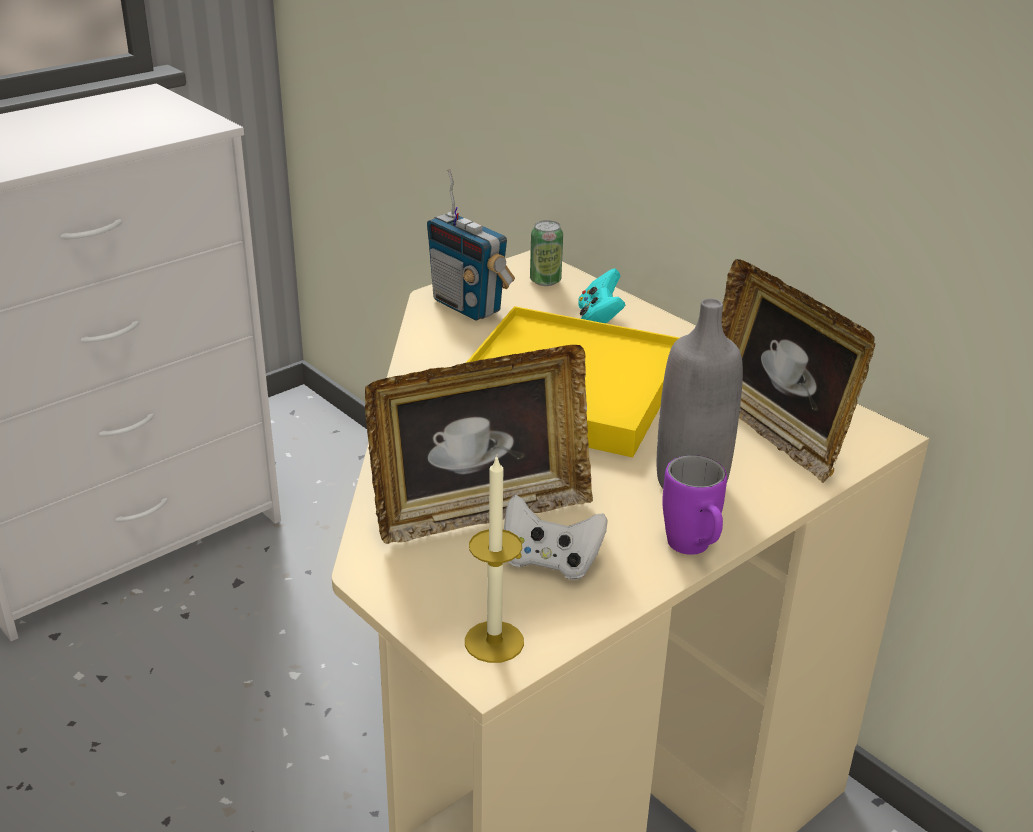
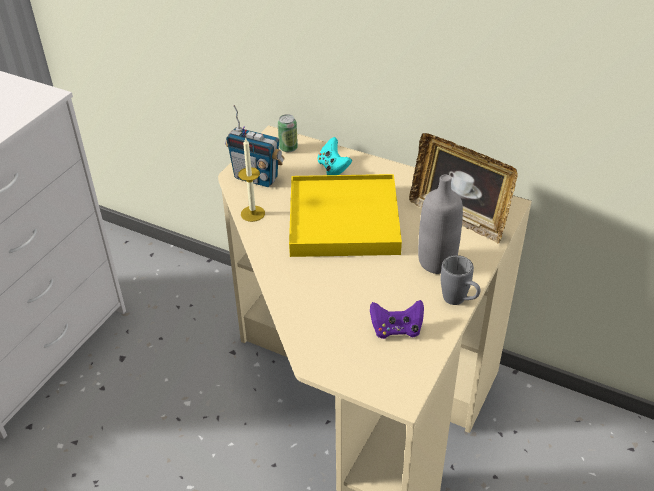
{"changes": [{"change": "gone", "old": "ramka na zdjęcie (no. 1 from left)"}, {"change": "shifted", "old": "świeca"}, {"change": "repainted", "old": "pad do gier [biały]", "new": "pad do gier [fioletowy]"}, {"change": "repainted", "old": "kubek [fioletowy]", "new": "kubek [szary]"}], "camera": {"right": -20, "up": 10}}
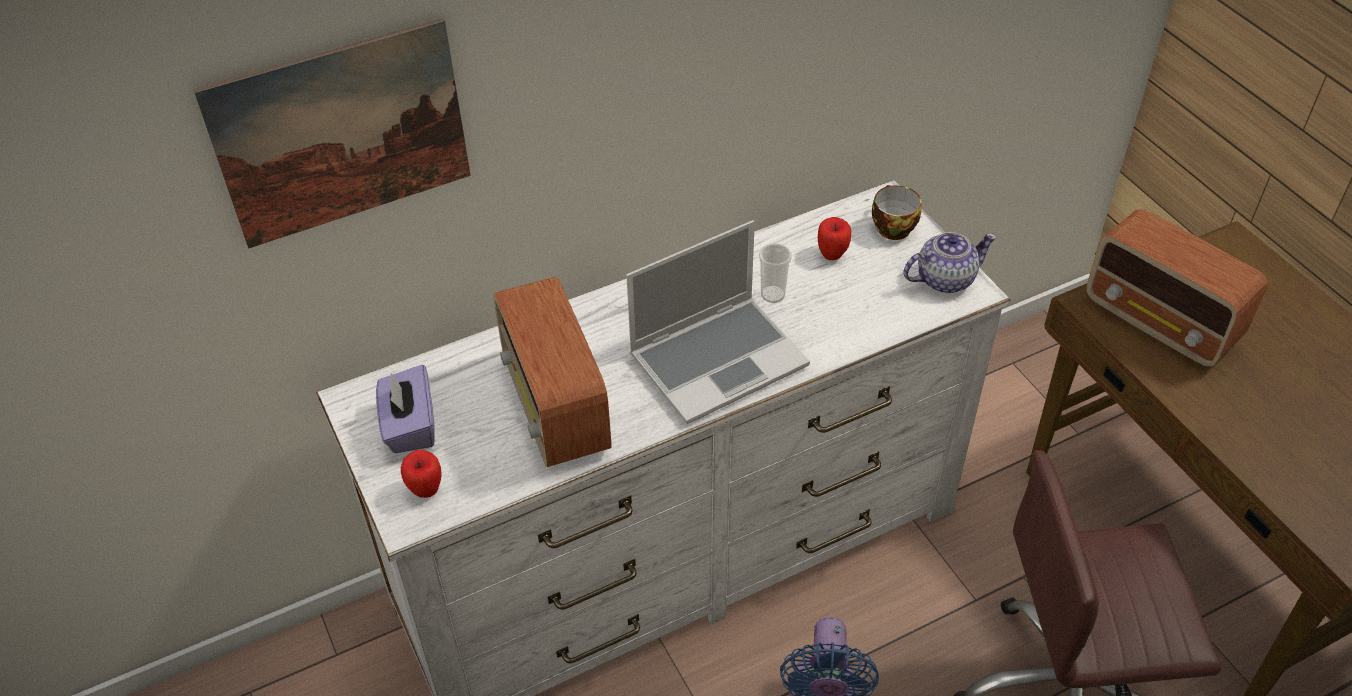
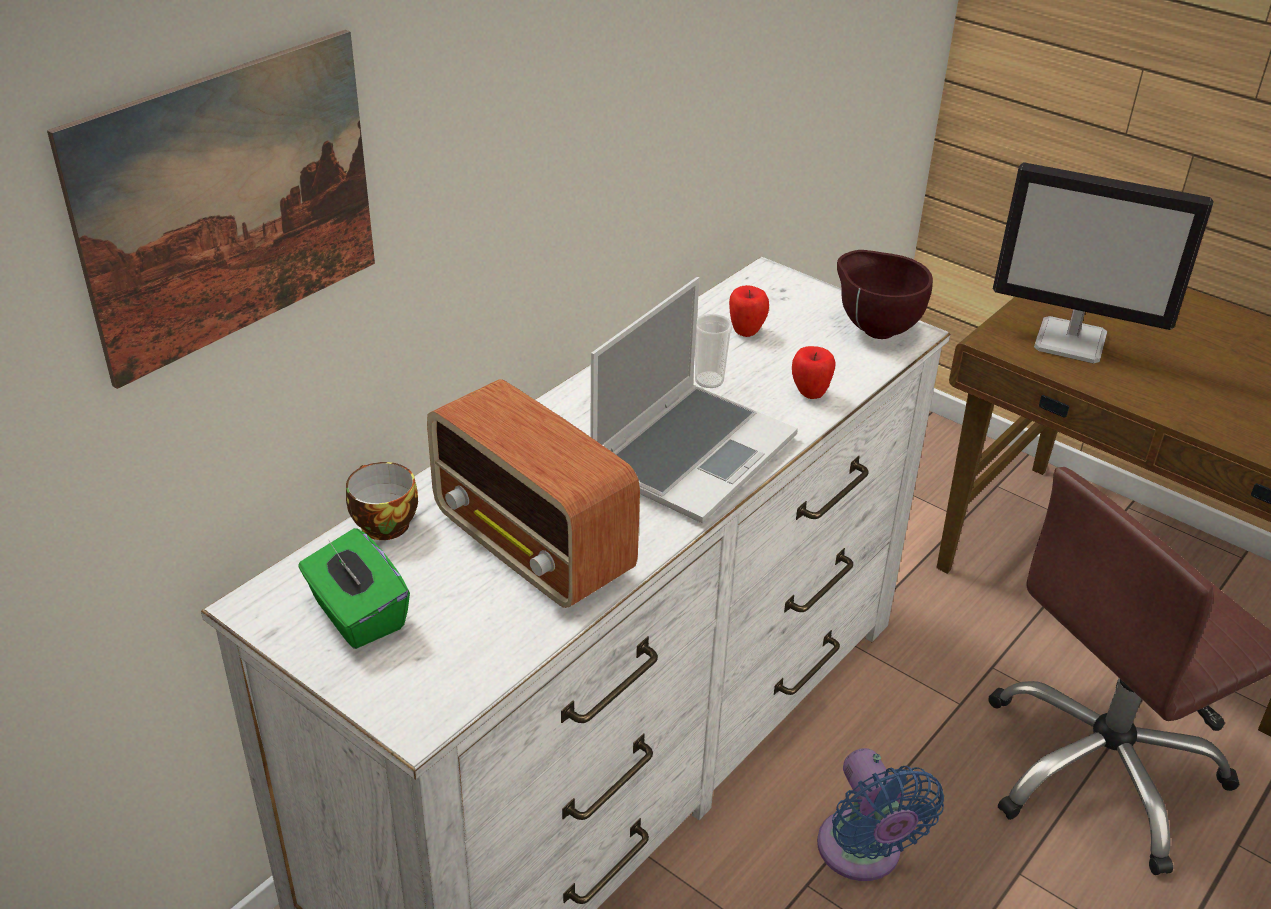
{"changes": [{"change": "shifted", "old": "jabłko (no. 1 from left in the first image)", "new": "jabłko (no. 2 from left)"}, {"change": "shifted", "old": "filiżanka (no. 2 from left in the first image)", "new": "filiżanka (no. 1 from left)"}, {"change": "swapped", "old": "imbryk", "new": "miska [brązowy]"}, {"change": "swapped", "old": "radio (no. 2 from left)", "new": "monitor"}, {"change": "repainted", "old": "pudełko chusteczek [fioletowy]", "new": "pudełko chusteczek [zielony]"}], "camera": {"right": -25, "up": -10}}
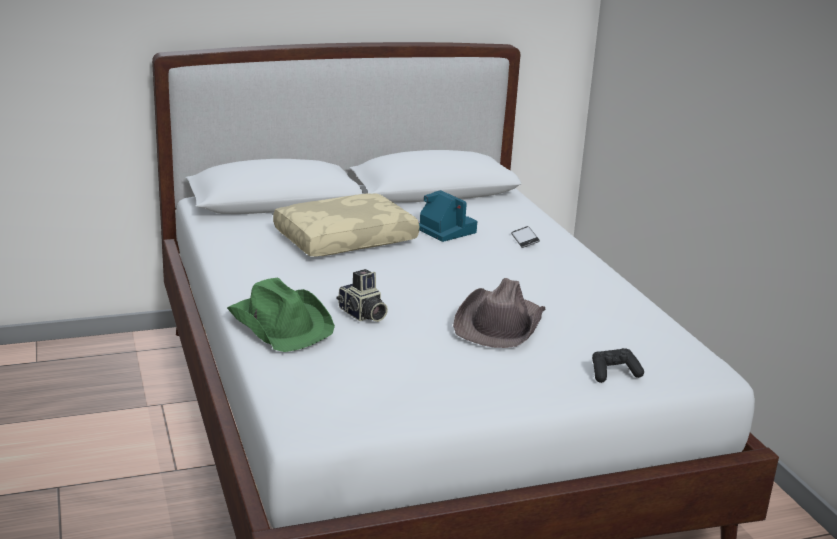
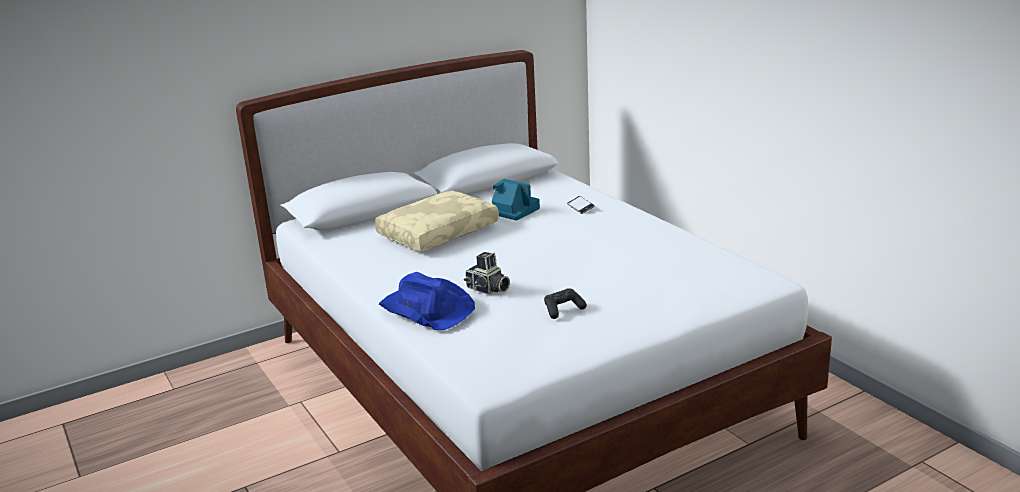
{"changes": [{"change": "gone", "old": "kapelusz [brązowy]"}, {"change": "shifted", "old": "pad do gier [czarny]"}, {"change": "repainted", "old": "kapelusz [zielony]", "new": "kapelusz [niebieski]"}], "camera": {"right": -10, "up": 0}}
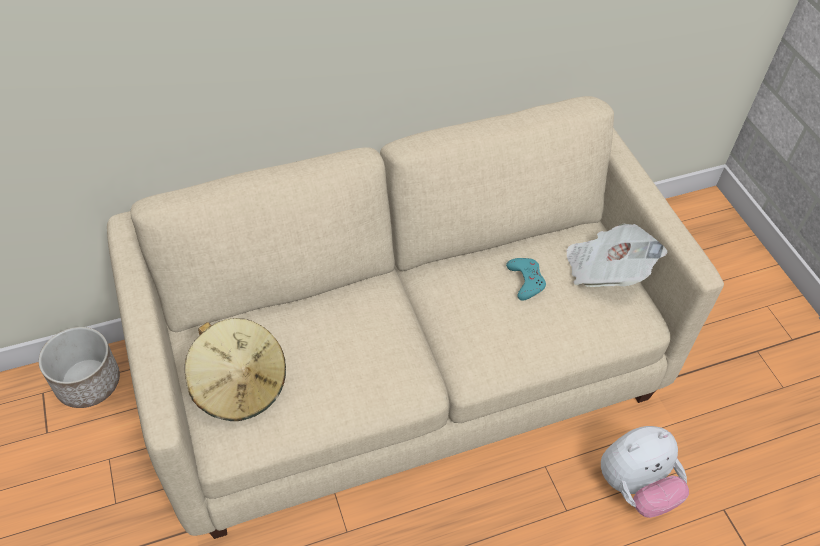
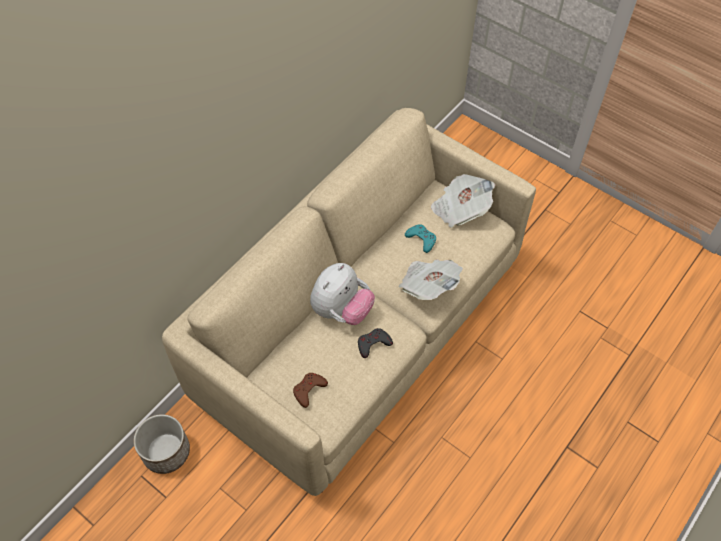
{"changes": [{"change": "new", "new": "pad do gier [szary]"}, {"change": "new", "new": "gazeta (no. 1 from left)"}, {"change": "shifted", "old": "pluszak"}, {"change": "swapped", "old": "kapelusz [beżowy]", "new": "pad do gier [brązowy]"}], "camera": {"right": -30, "up": 5}}
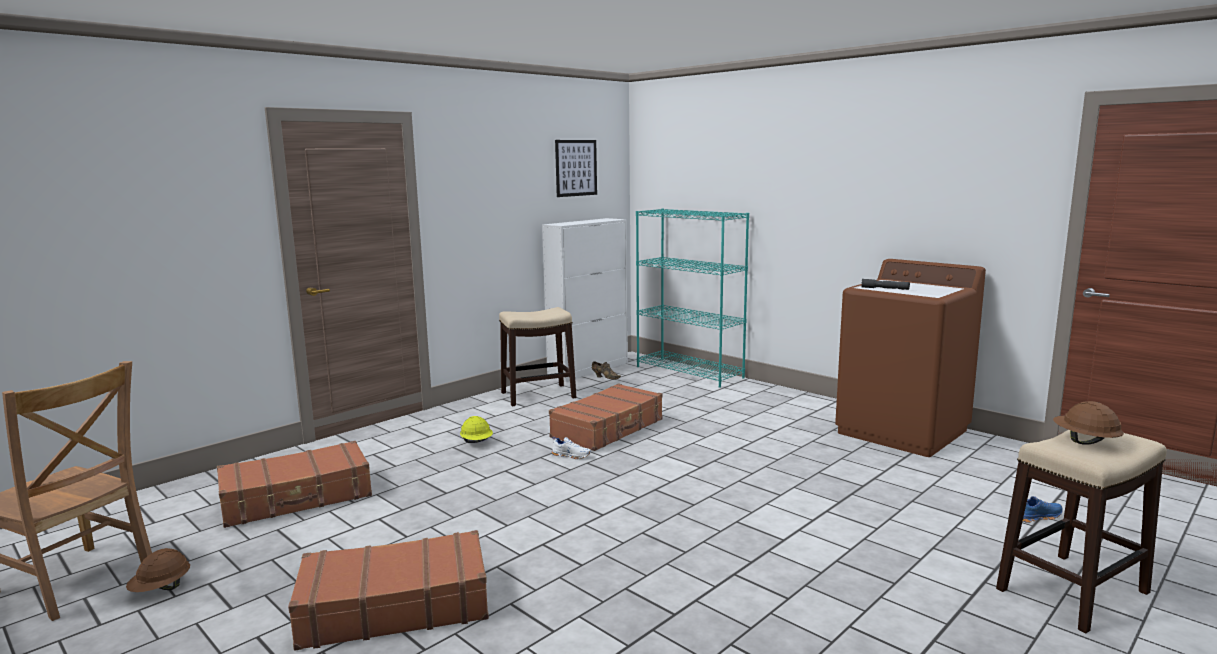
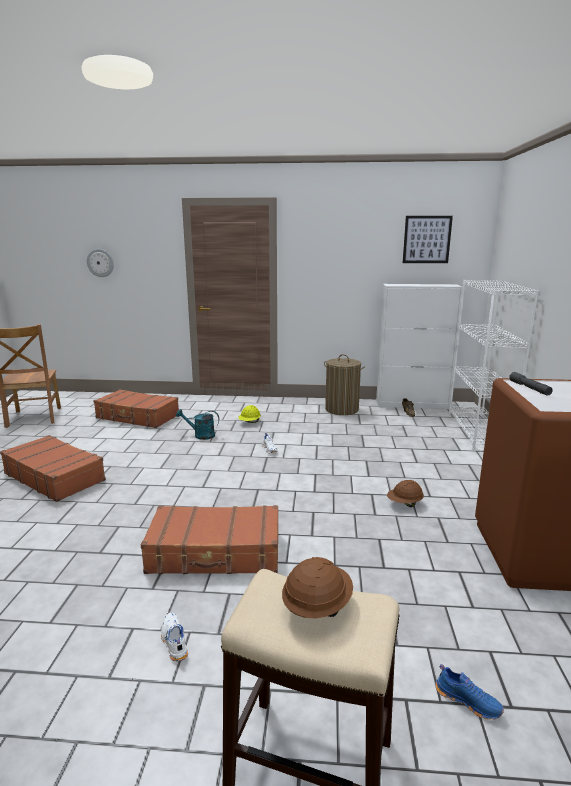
{"changes": [{"change": "new", "new": "zegar ścienny"}, {"change": "new", "new": "but [biały] (no. 1 from left)"}, {"change": "new", "new": "konewka [turkusowy]"}, {"change": "shifted", "old": "kask [brązowy] (no. 1 from left in the first image)", "new": "kask [brązowy] (no. 2 from left)"}, {"change": "shifted", "old": "walizka [brązowy] (no. 3 from left)"}, {"change": "swapped", "old": "stołek (no. 1 from left)", "new": "kosz na pranie"}, {"change": "repainted", "old": "regał [turkusowy]", "new": "regał [biały]"}], "camera": {"right": 50, "up": 5}}
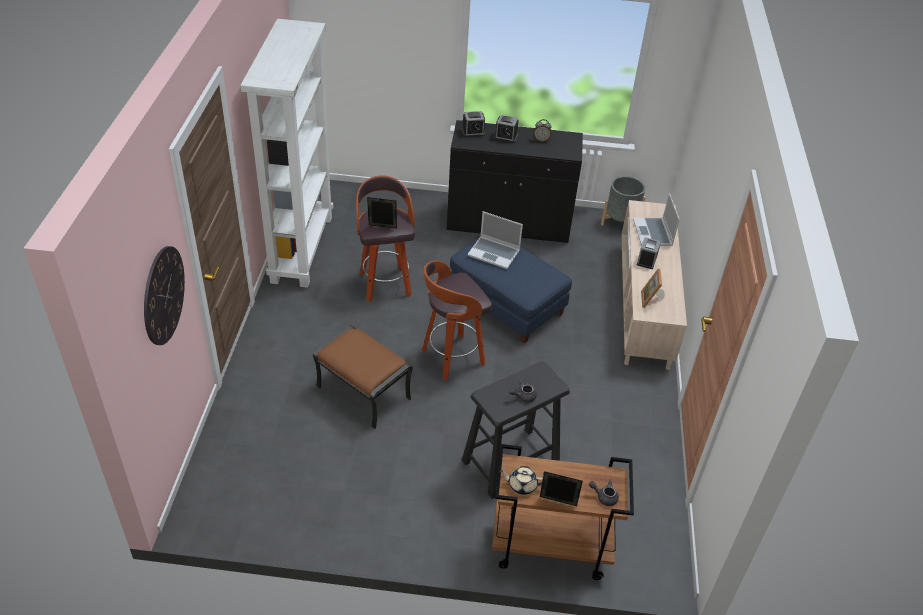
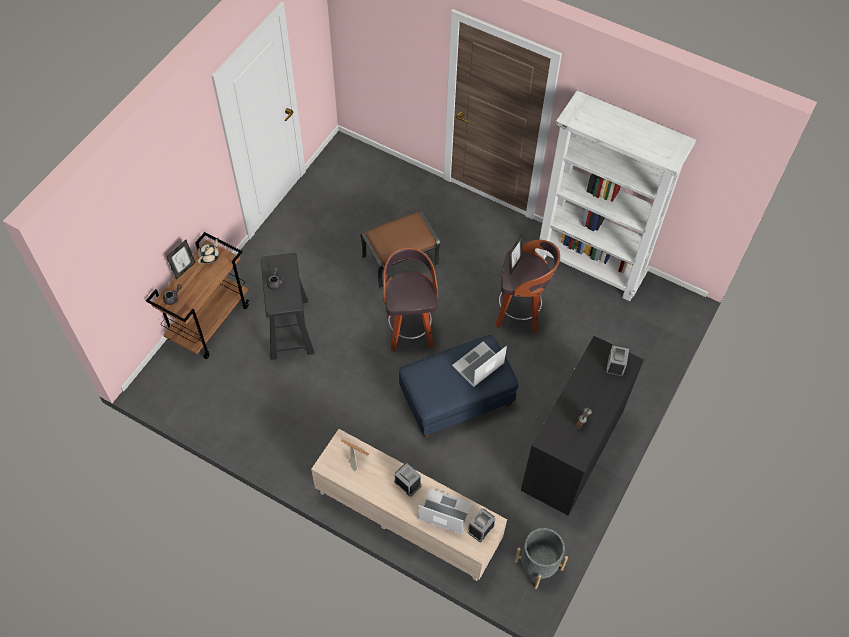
{"changes": [{"change": "gone", "old": "zegar ścienny"}, {"change": "shifted", "old": "budzik (no. 2 from left)"}], "camera": {"right": 115, "up": 15}}
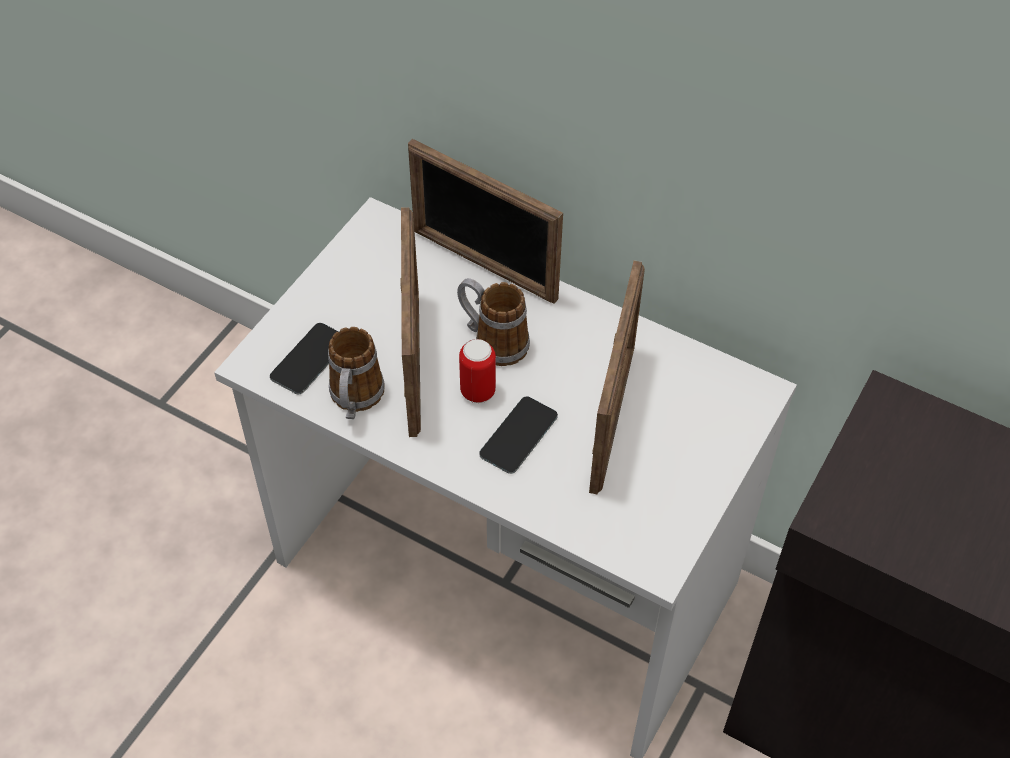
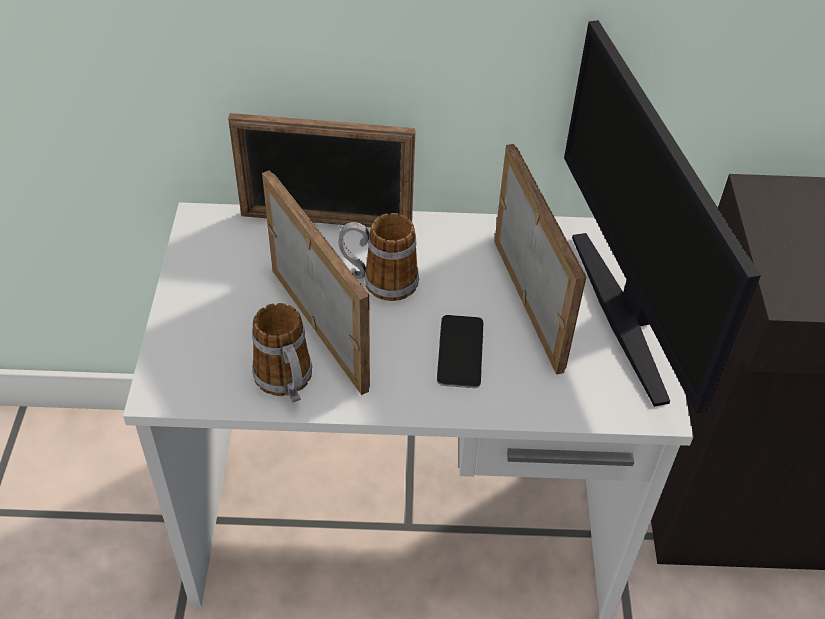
{"changes": [{"change": "gone", "old": "telefon (no. 1 from left)"}, {"change": "gone", "old": "puszka"}, {"change": "new", "new": "monitor"}], "camera": {"right": -30, "up": -5}}
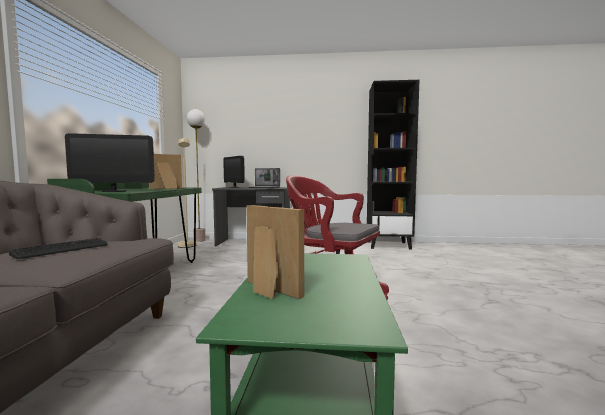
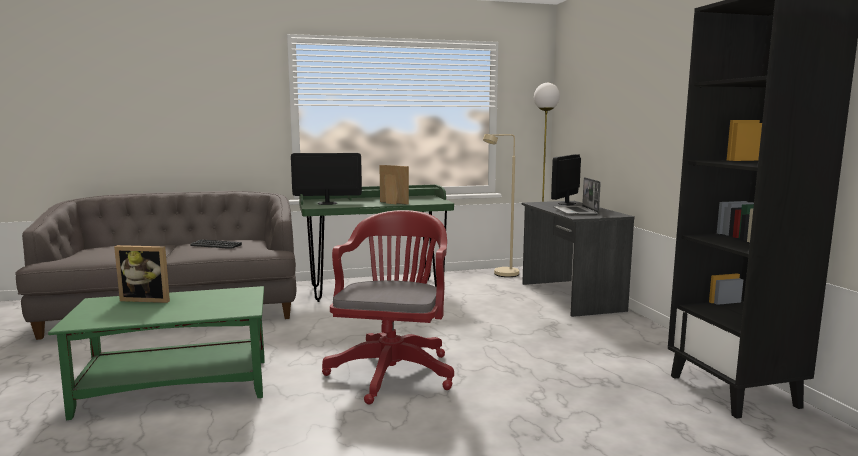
{"changes": [{"change": "rotated", "old": "monitor (no. 1 from left)", "degrees": 120}, {"change": "rotated", "old": "ramka na zdjęcie (no. 2 from left in the first image)", "degrees": 75}], "camera": {"right": 70, "up": 5}}
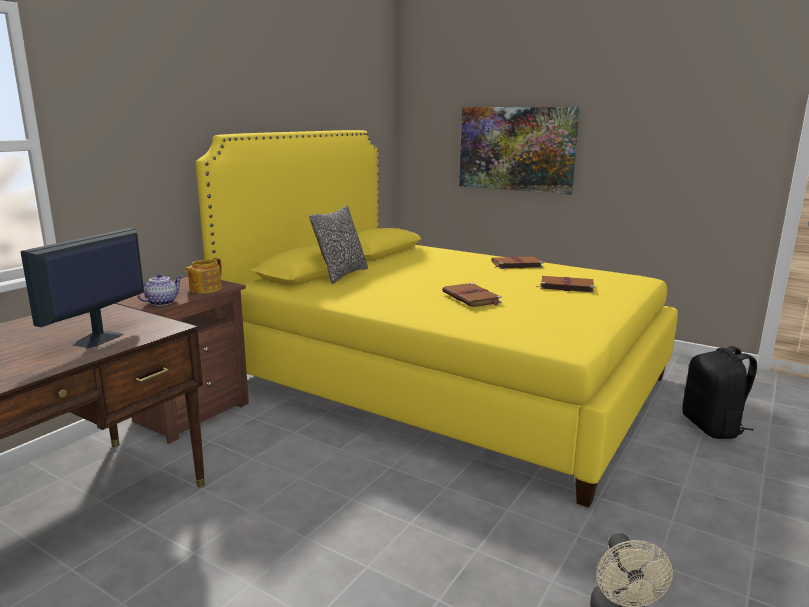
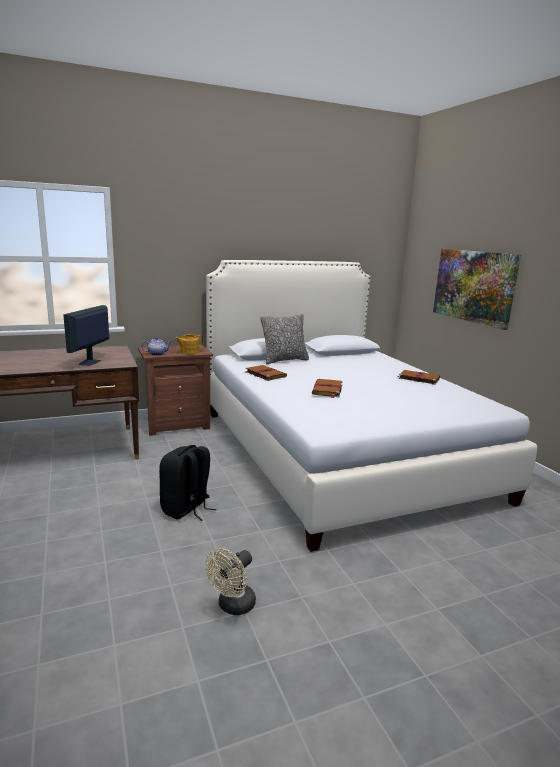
{"changes": [{"change": "shifted", "old": "książka [brązowy] (no. 3 from left in the first image)", "new": "książka [brązowy] (no. 1 from left)"}, {"change": "shifted", "old": "plecak [czarny]"}, {"change": "repainted", "old": "łóżko [żółty]", "new": "łóżko [biały]"}, {"change": "rotated", "old": "monitor", "degrees": -45}], "camera": {"right": 35, "up": 0}}
